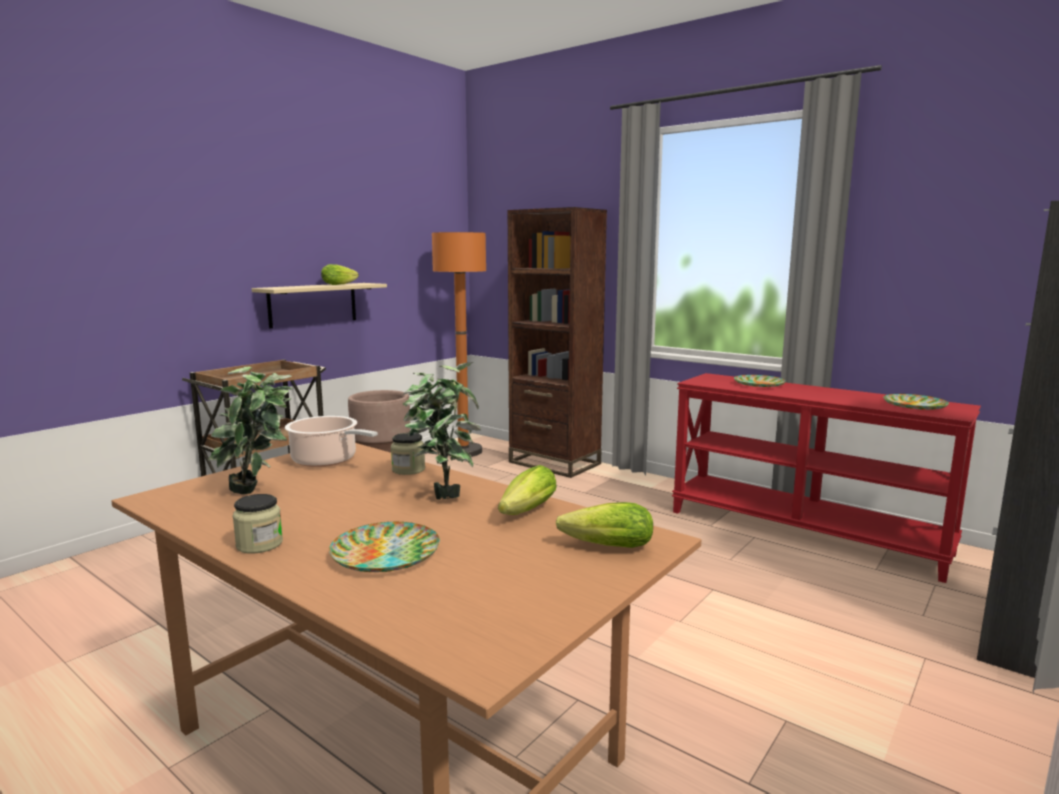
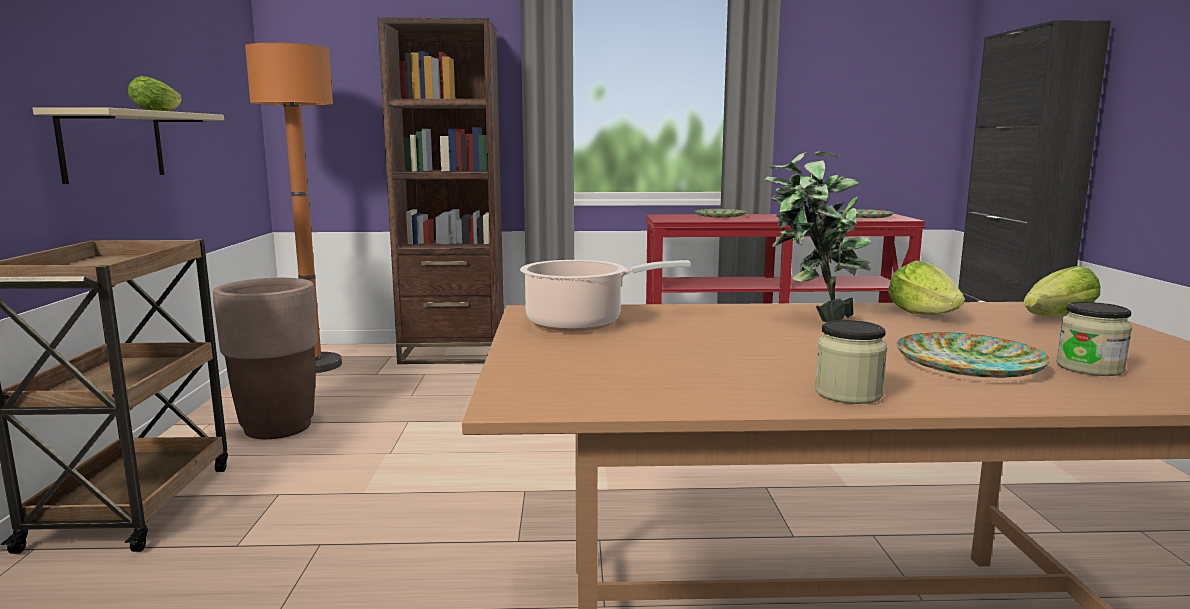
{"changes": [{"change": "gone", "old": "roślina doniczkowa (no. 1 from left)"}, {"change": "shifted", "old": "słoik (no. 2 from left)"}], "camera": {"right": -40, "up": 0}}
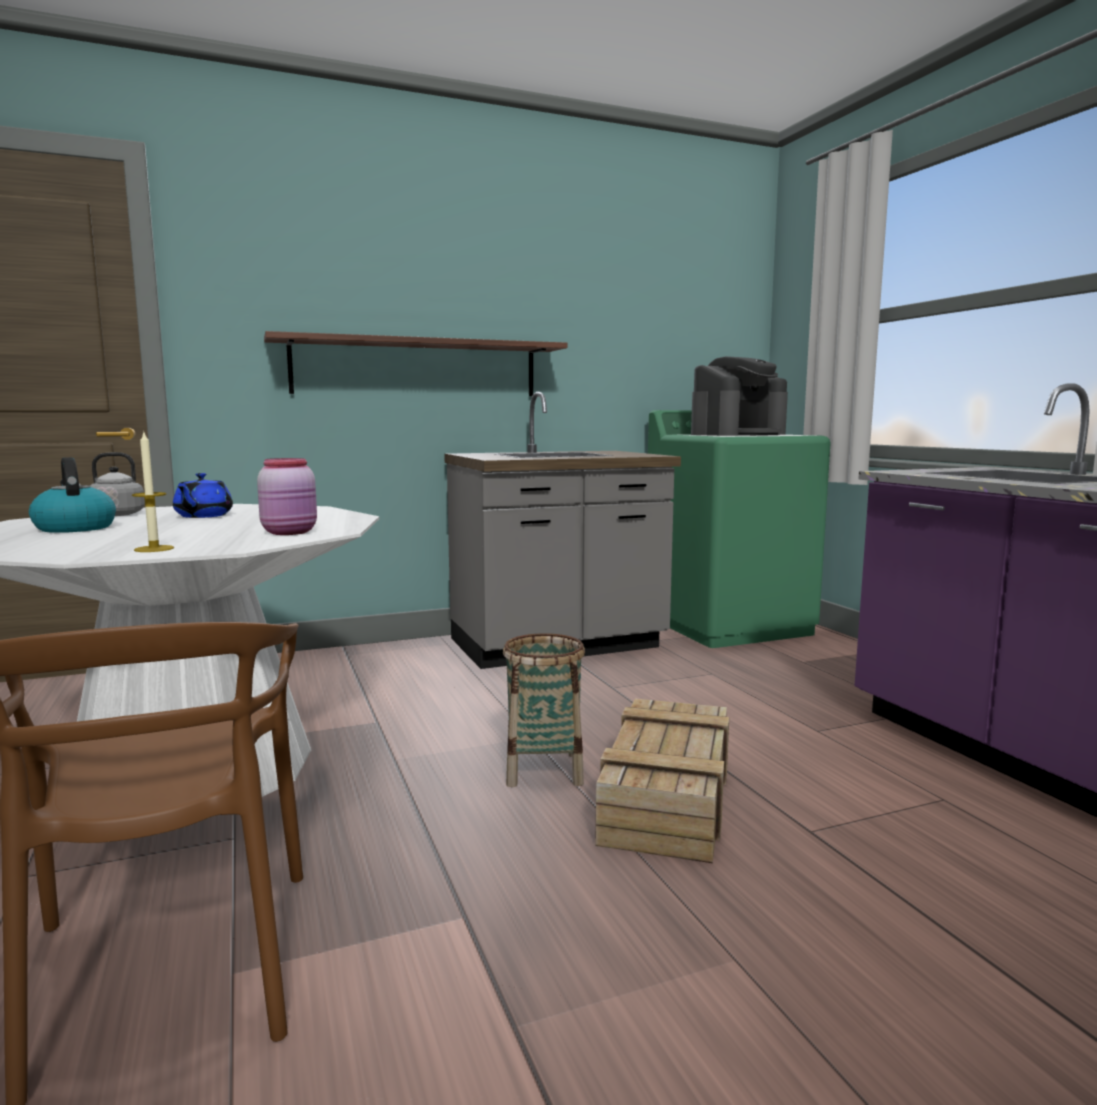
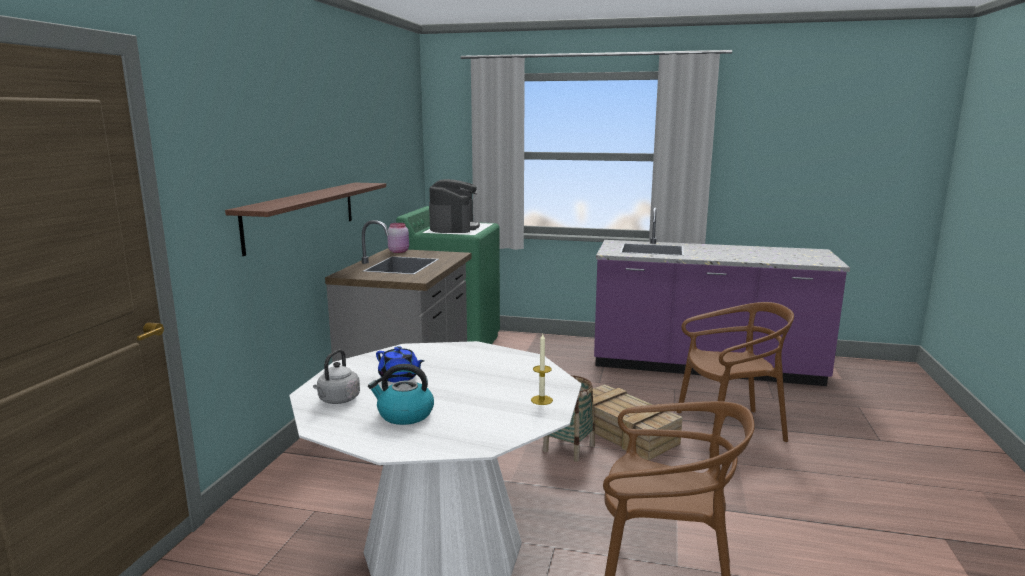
{"changes": [{"change": "new", "new": "krzesło [brązowy] (no. 2 from left)"}, {"change": "shifted", "old": "słoik [różowy]"}], "camera": {"right": -55, "up": 5}}
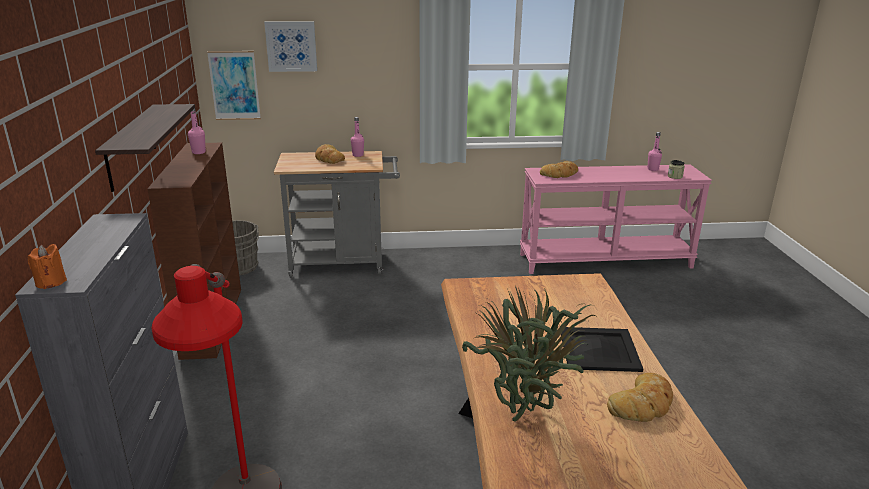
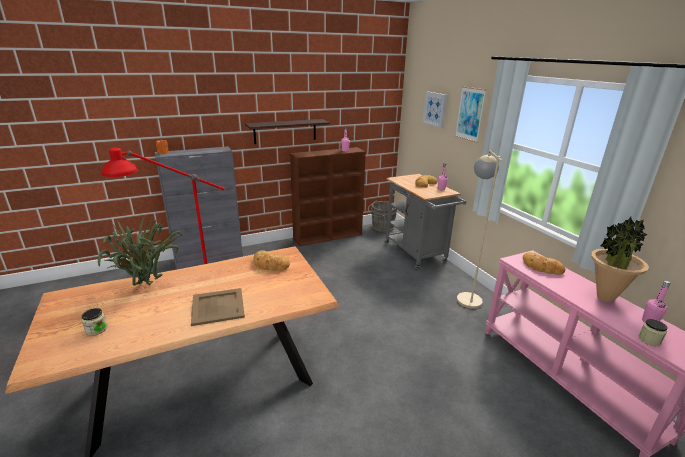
{"changes": [{"change": "new", "new": "słoik (no. 1 from left)"}, {"change": "new", "new": "lampa stojąca [beżowy]"}, {"change": "new", "new": "roślina doniczkowa (no. 2 from left)"}, {"change": "shifted", "old": "obraz (no. 1 from left in the first image)", "new": "obraz (no. 2 from left)"}, {"change": "shifted", "old": "chleb (no. 3 from left in the first image)", "new": "chleb (no. 1 from left)"}, {"change": "repainted", "old": "taca [czarny]", "new": "taca [beżowy]"}], "camera": {"right": 70, "up": 0}}
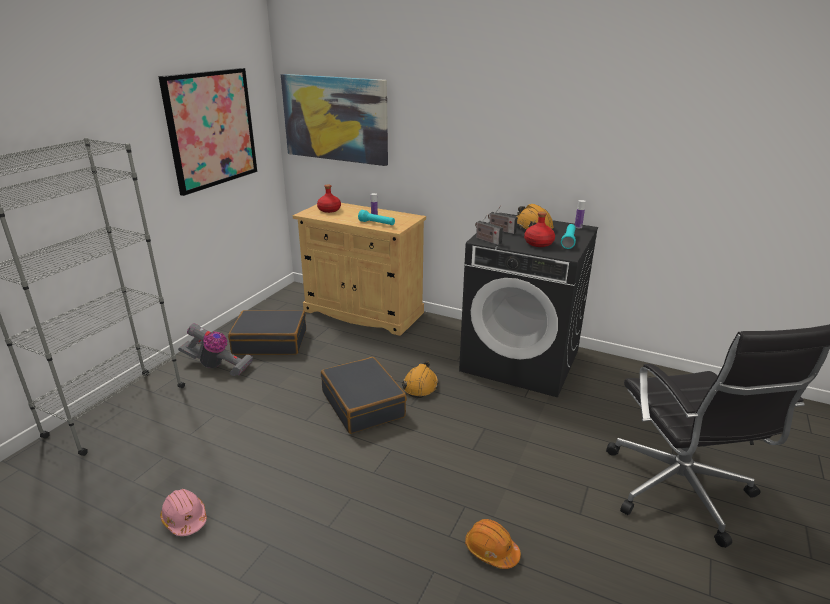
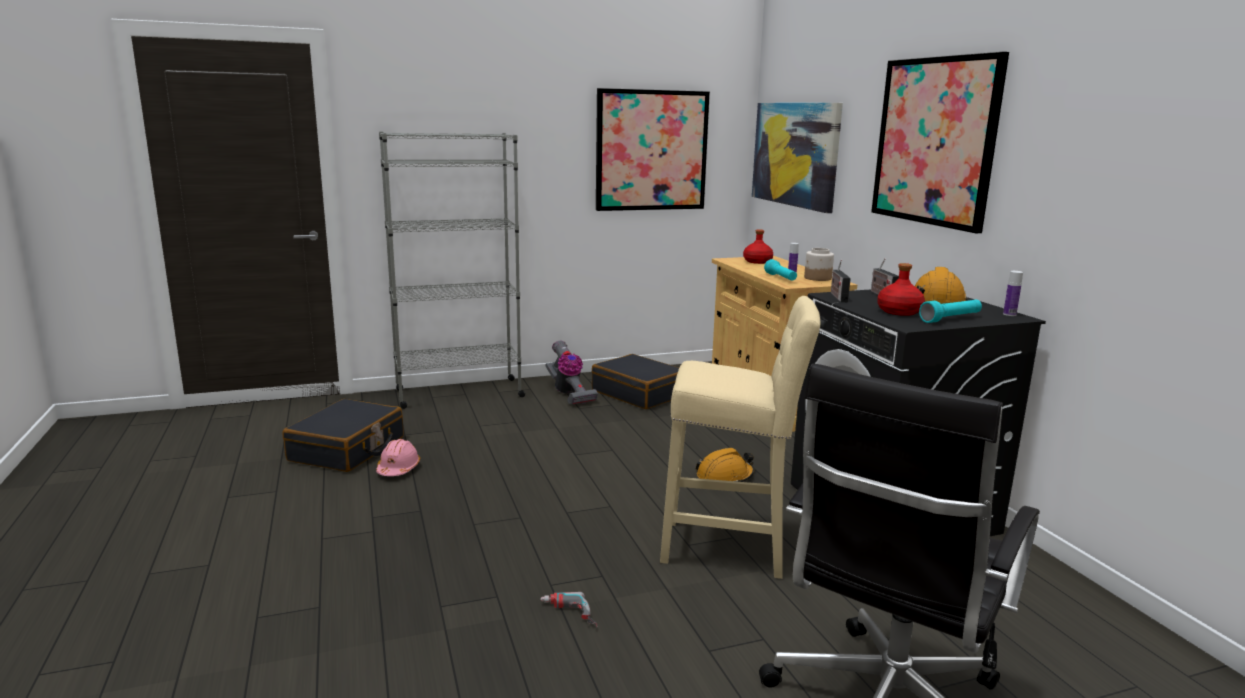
{"changes": [{"change": "new", "new": "stołek [beżowy]"}, {"change": "new", "new": "słoik"}, {"change": "new", "new": "obraz (no. 3 from left)"}, {"change": "shifted", "old": "walizka [czarny] (no. 2 from left in the first image)", "new": "walizka [czarny] (no. 1 from left)"}, {"change": "swapped", "old": "kask [pomarańczowy] (no. 2 from left)", "new": "wiertarka"}], "camera": {"right": 45, "up": -10}}
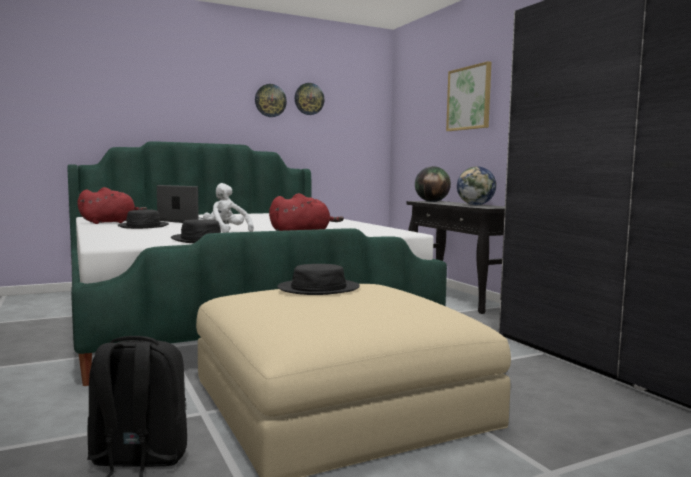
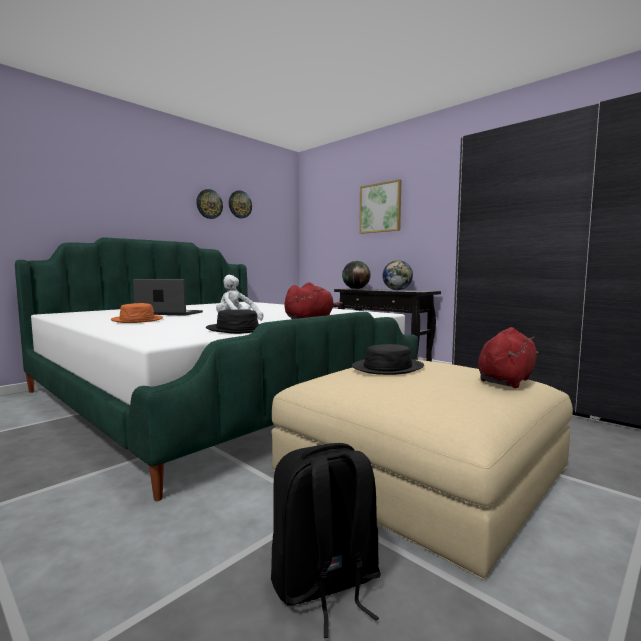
{"changes": [{"change": "shifted", "old": "pluszak [czerwony] (no. 1 from left in the first image)", "new": "pluszak [czerwony] (no. 2 from left)"}, {"change": "repainted", "old": "kapelusz [czarny] (no. 1 from left)", "new": "kapelusz [pomarańczowy]"}], "camera": {"right": -20, "up": 0}}
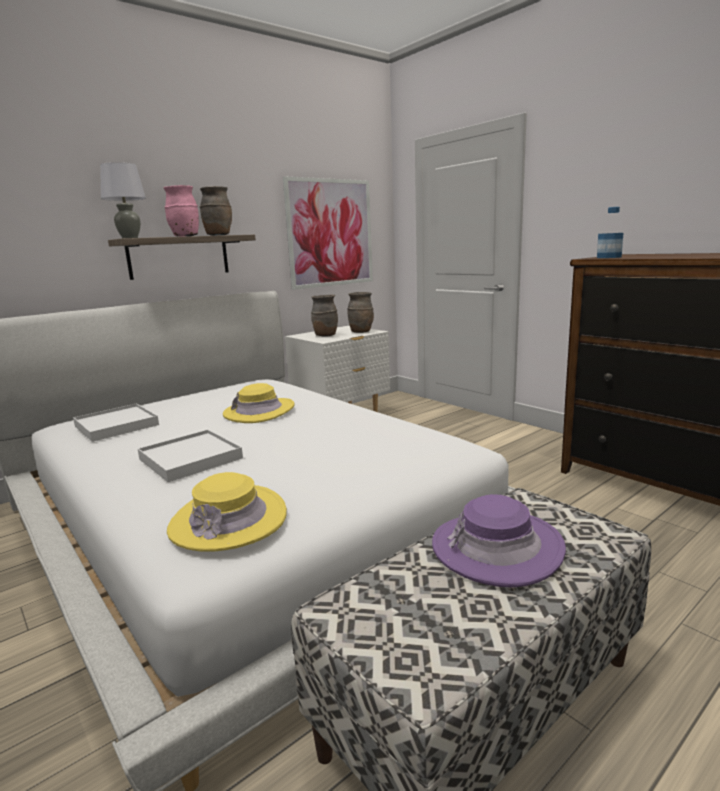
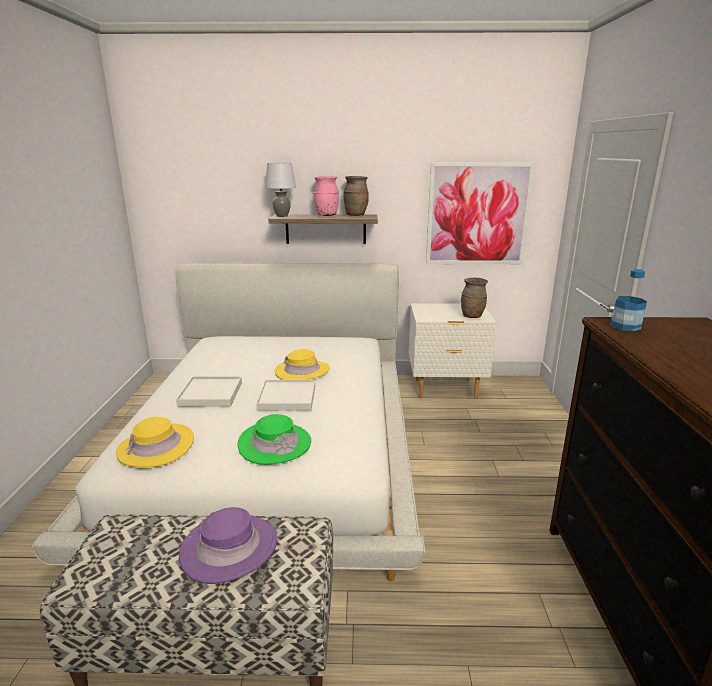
{"changes": [{"change": "gone", "old": "wazon [brązowy] (no. 2 from left)"}, {"change": "new", "new": "kapelusz [zielony]"}, {"change": "shifted", "old": "taca [biały] (no. 1 from left in the first image)", "new": "taca [biały] (no. 2 from left)"}], "camera": {"right": 40, "up": 5}}
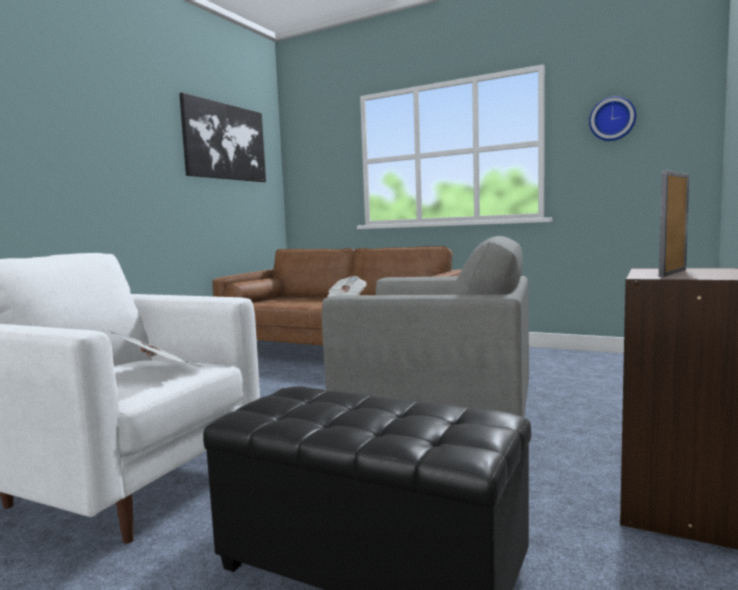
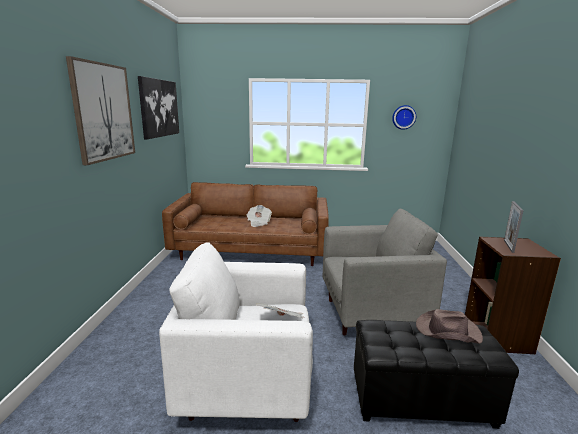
{"changes": [{"change": "new", "new": "obraz (no. 1 from left)"}, {"change": "new", "new": "kapelusz [brązowy]"}], "camera": {"right": -25, "up": 10}}
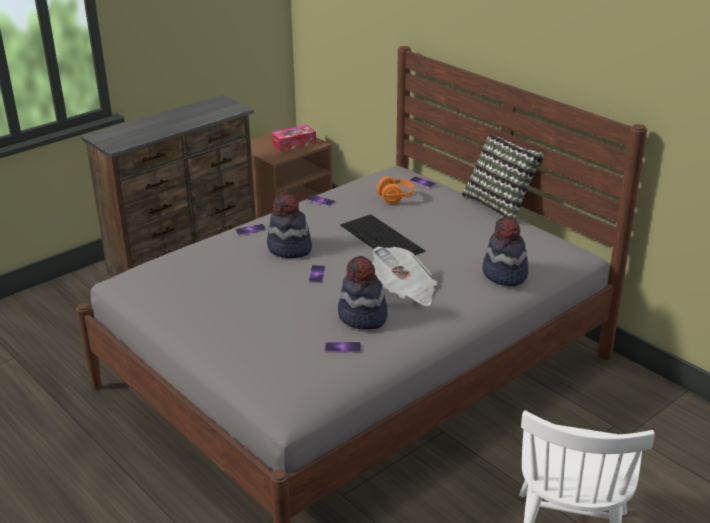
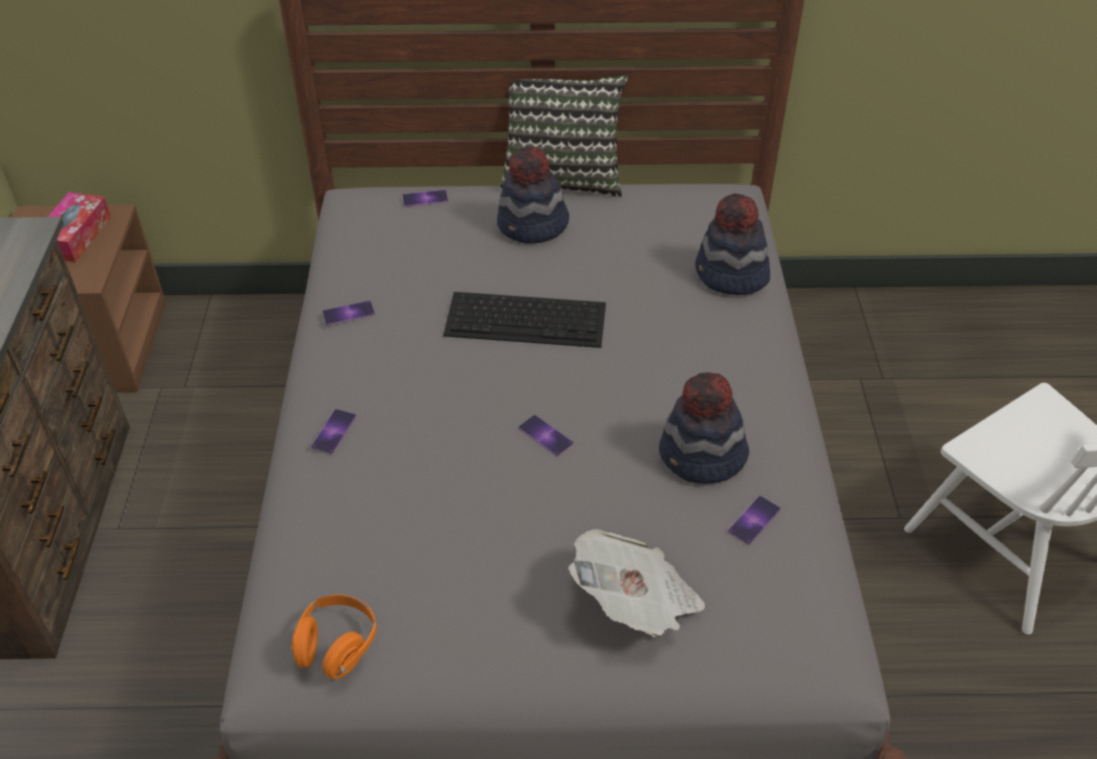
{"changes": [{"change": "shifted", "old": "kapelusz (no. 1 from left)"}, {"change": "shifted", "old": "gazeta"}, {"change": "shifted", "old": "słuchawki [pomarańczowy]"}], "camera": {"right": -50, "up": 15}}
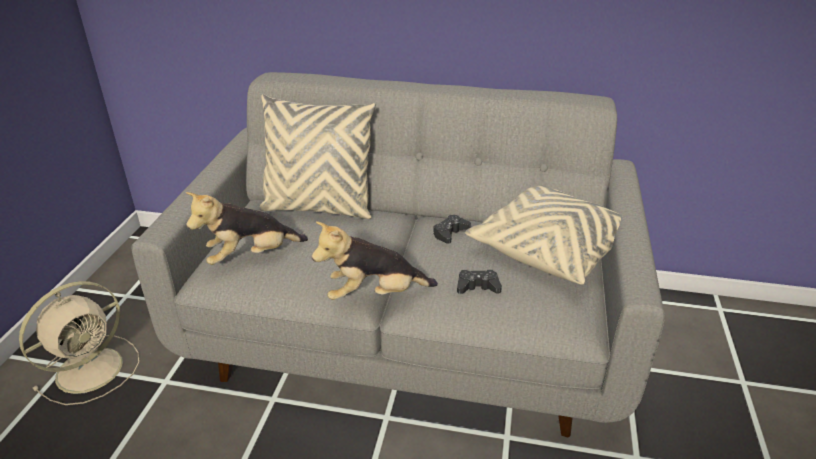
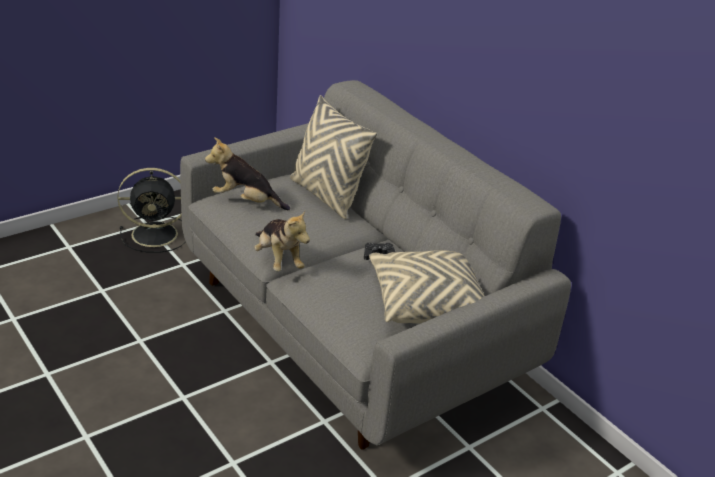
{"changes": [{"change": "gone", "old": "pad do gier [czarny] (no. 2 from left)"}, {"change": "repainted", "old": "wentylator [beżowy]", "new": "wentylator [czarny]"}, {"change": "rotated", "old": "pluszak (no. 2 from left)", "degrees": -150}], "camera": {"right": 40, "up": 0}}
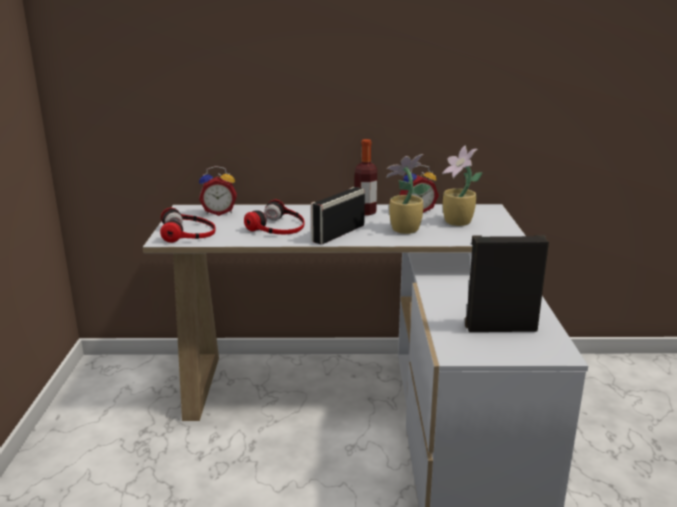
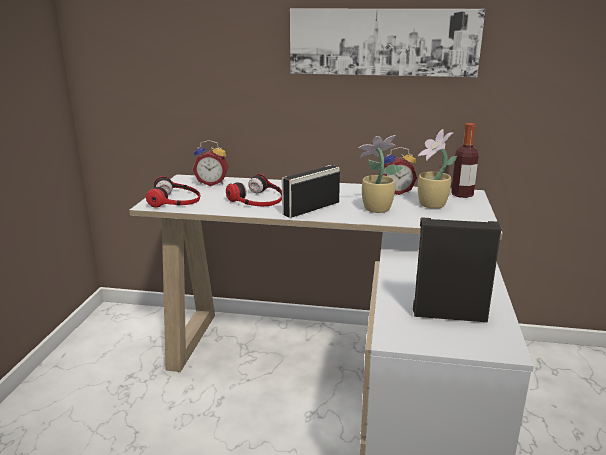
{"changes": [{"change": "new", "new": "obraz"}, {"change": "shifted", "old": "butelka"}], "camera": {"right": 10, "up": 0}}
